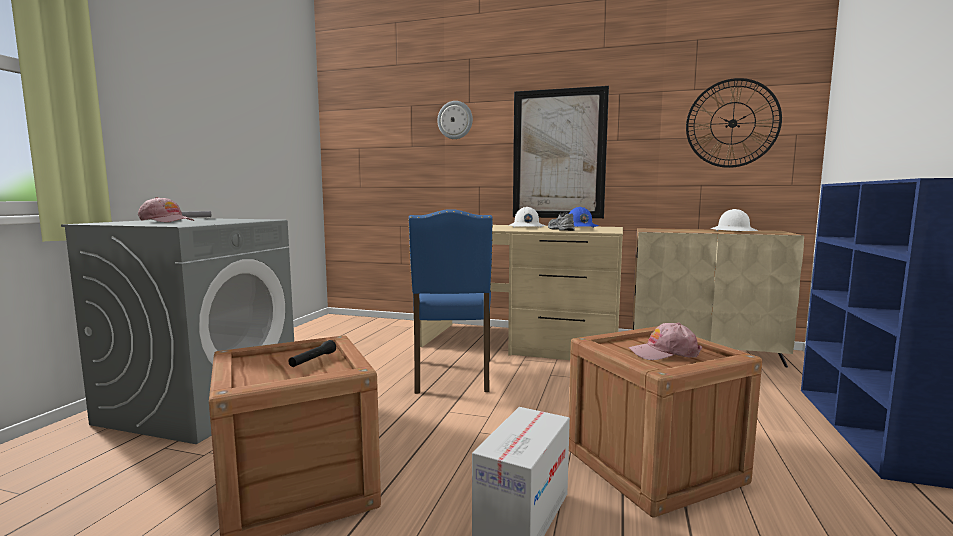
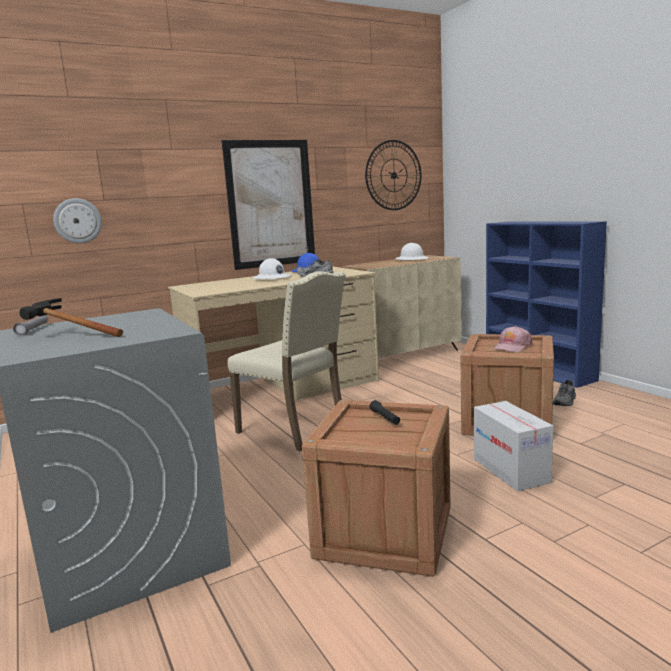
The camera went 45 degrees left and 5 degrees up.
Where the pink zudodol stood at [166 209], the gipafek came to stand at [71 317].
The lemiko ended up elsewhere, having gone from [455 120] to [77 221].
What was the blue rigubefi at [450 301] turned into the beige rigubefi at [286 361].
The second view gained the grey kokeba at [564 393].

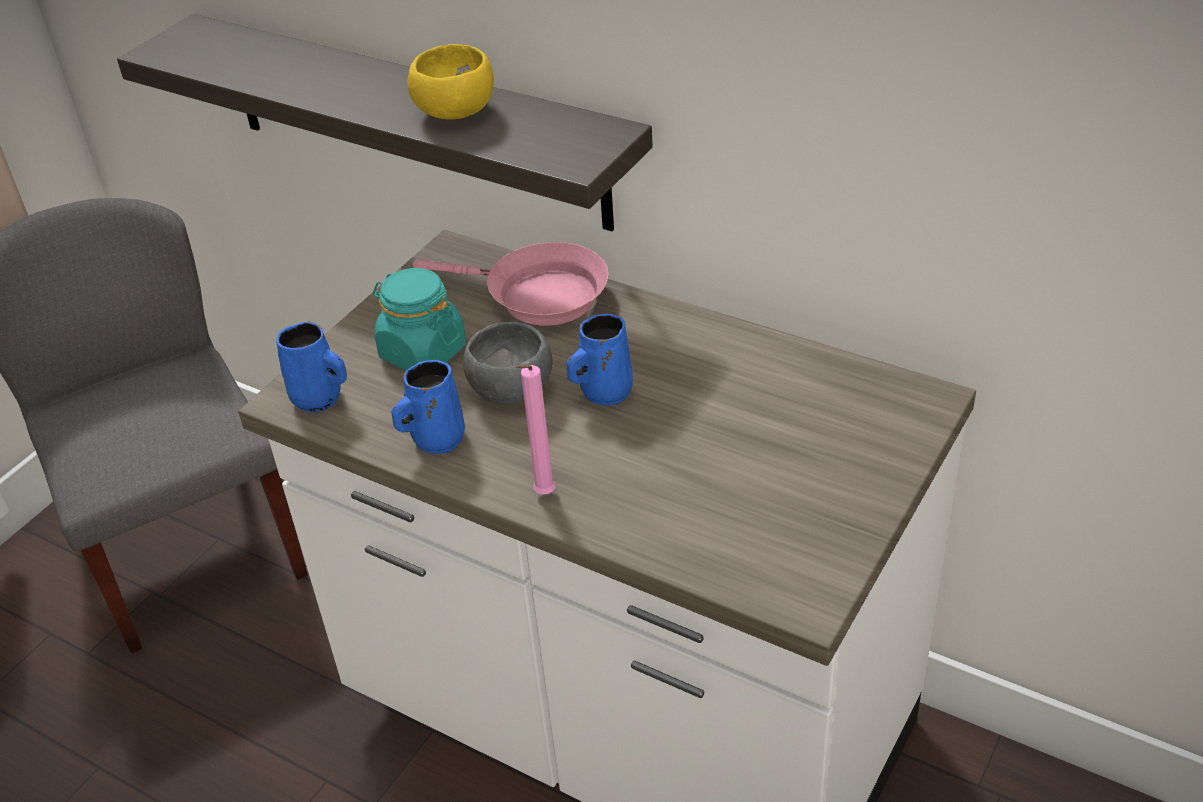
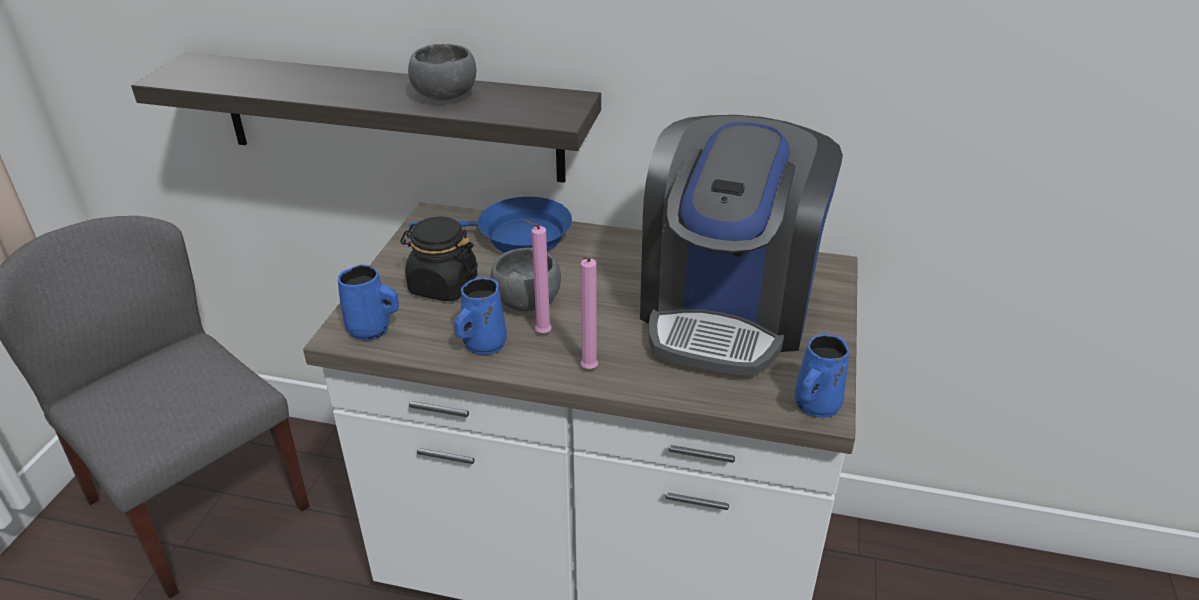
The camera went 20 degrees left and 5 degrees down.
What was the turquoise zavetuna at [419 319] turned into the black zavetuna at [439 259].
What was the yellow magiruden at [451 82] turned into the grey magiruden at [442 72].
What was the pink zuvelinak at [511 284] turned into the blue zuvelinak at [490 225].
The second view gained the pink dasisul at [538 277].
The second view gained the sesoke at [741 245].
The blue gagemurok ended up elsewhere, having gone from [600 360] to [822 376].

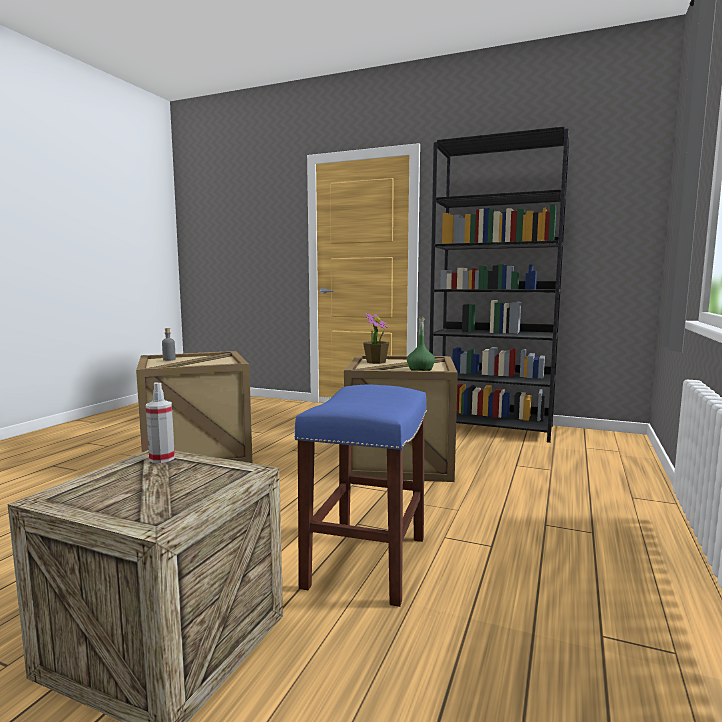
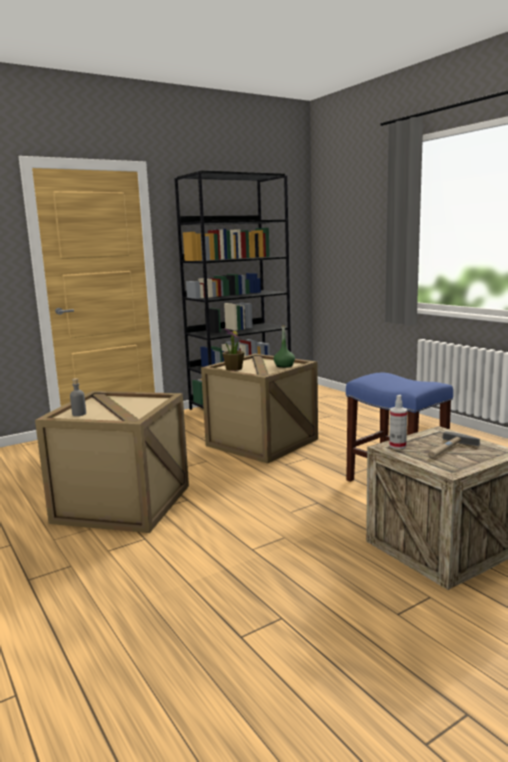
The camera went 55 degrees left and 5 degrees up.
The second view gained the gipafek at [454 444].

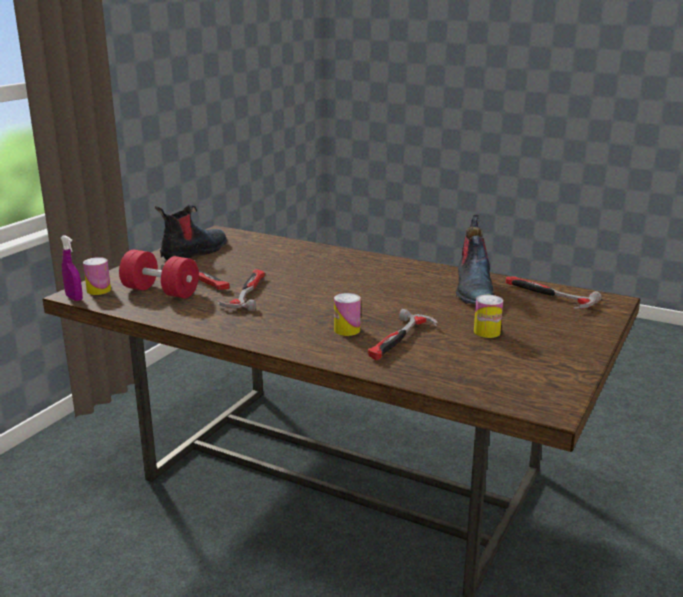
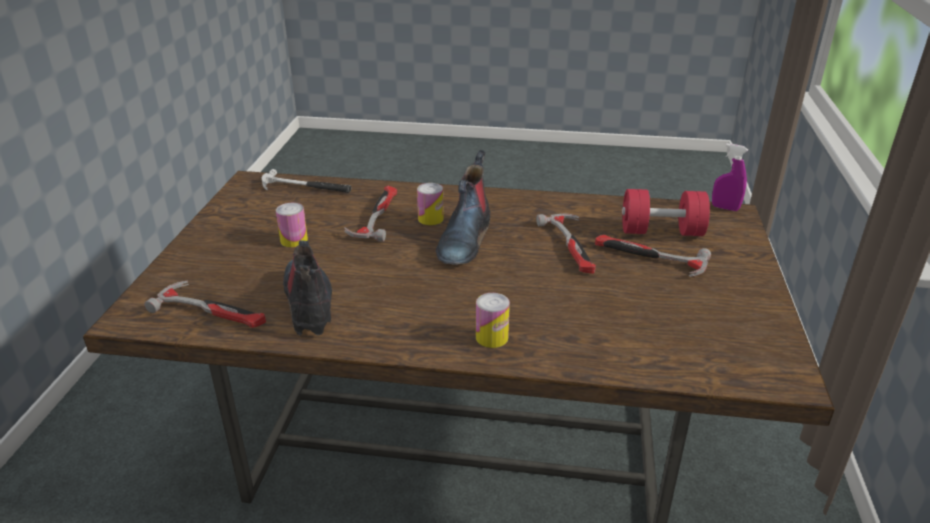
The camera went 160 degrees right and 10 degrees up.
The second view gained the gipafek at [306 181].
The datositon ended up elsewhere, having gone from [191 232] to [463 207].
The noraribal ended up elsewhere, having gone from [97 276] to [493 320].

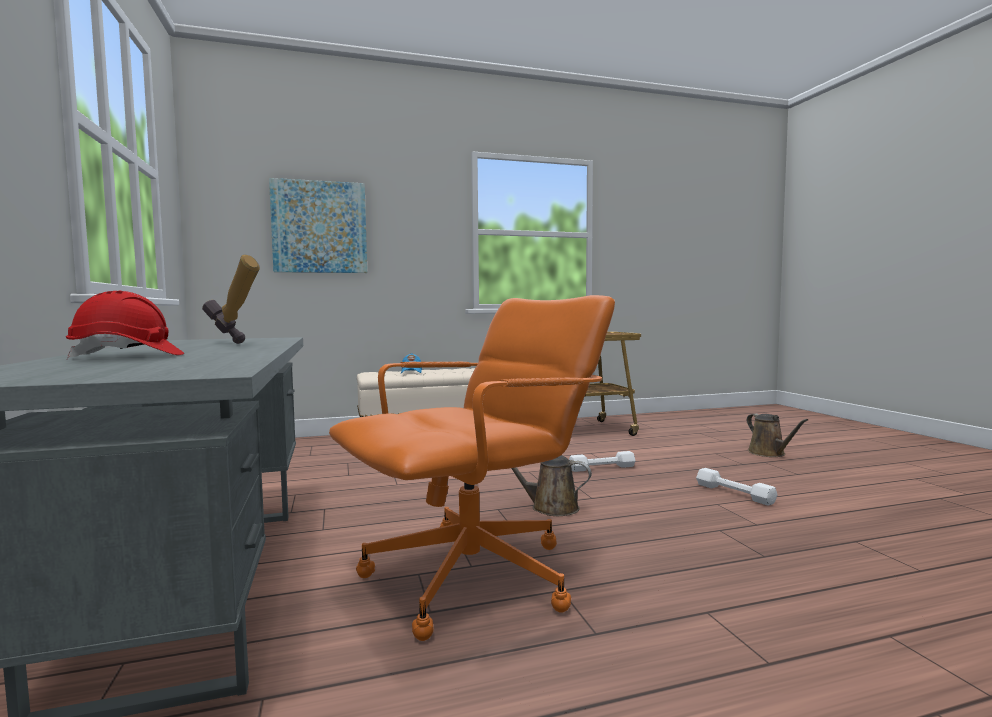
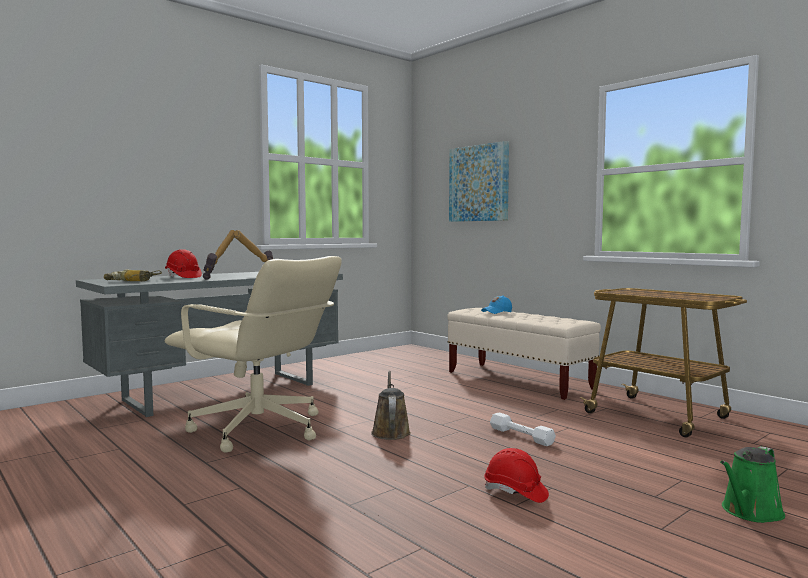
The camera went 65 degrees right and 0 degrees up.
The second view gained the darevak at [133 275].
What was the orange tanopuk at [472 468] turned into the beige tanopuk at [253 354].
The second view gained the gipafek at [219 255].
Where the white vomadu stood at [737 487], the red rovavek came to stand at [516 475].
What was the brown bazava at [777 435] turned into the green bazava at [752 484].

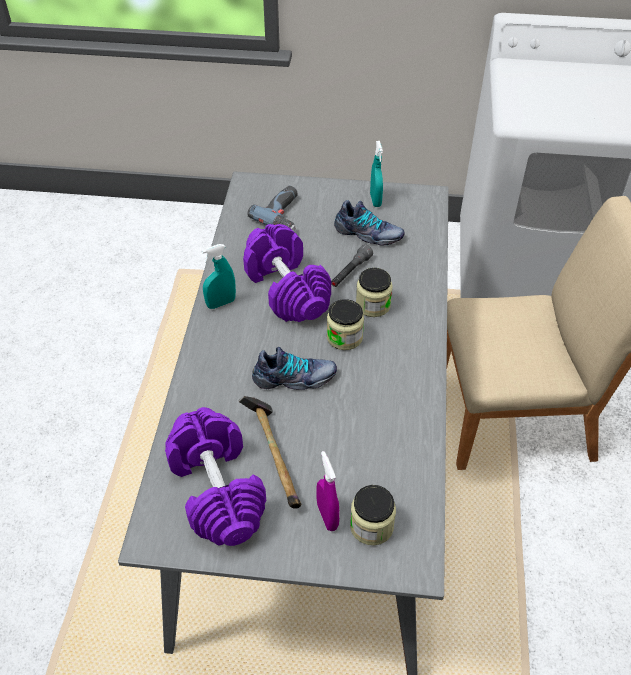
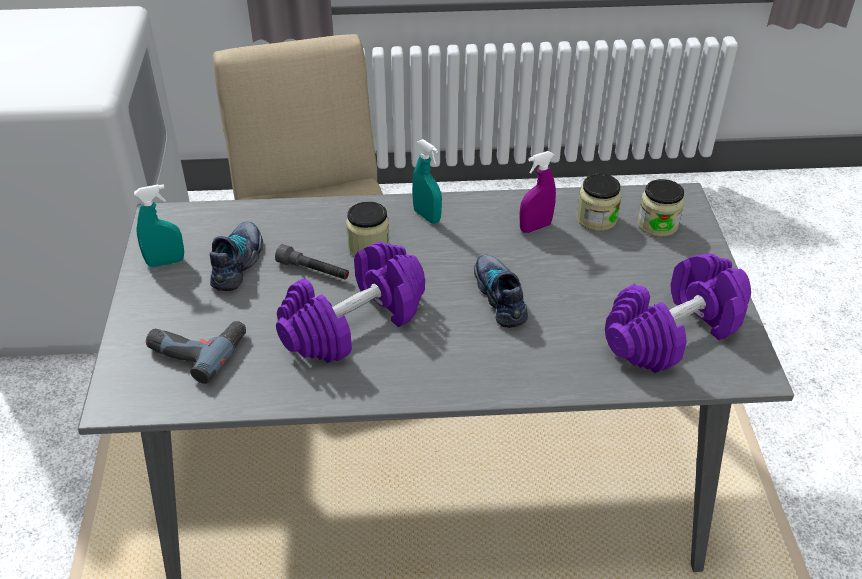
The camera went 100 degrees left and 5 degrees down.
The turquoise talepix ended up elsewhere, having gone from [219 276] to [427 181].
The purple talepix ended up elsewhere, having gone from [328 491] to [537 192].
The zavetuna ended up elsewhere, having gone from [345 324] to [599 202].
The second view lost the gipafek at [270 452].

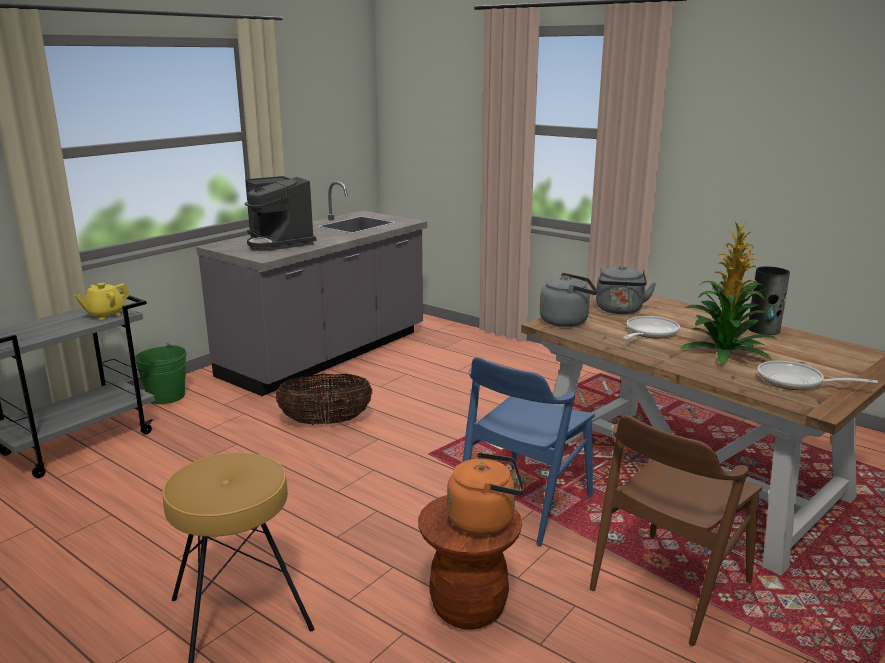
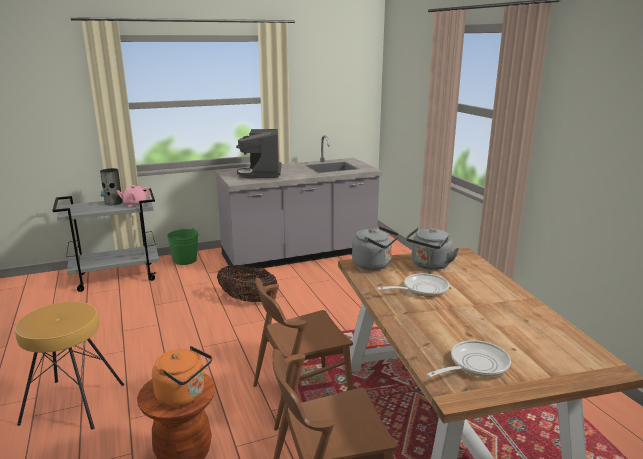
The camera went 30 degrees right and 0 degrees up.
The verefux ended up elsewhere, having gone from [769 301] to [111 186].
What was the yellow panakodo at [102 301] turned into the pink panakodo at [133 196].
What was the blue rigubefi at [529 451] turned into the brown rigubefi at [303 354].
The zuvelinak at [817 375] ended up facing another way, 90 degrees clockwise from before.
The second view lost the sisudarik at [728 292].

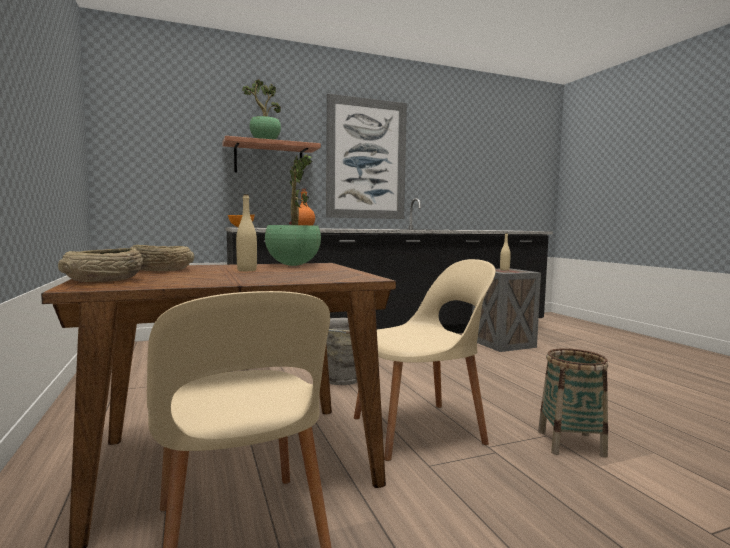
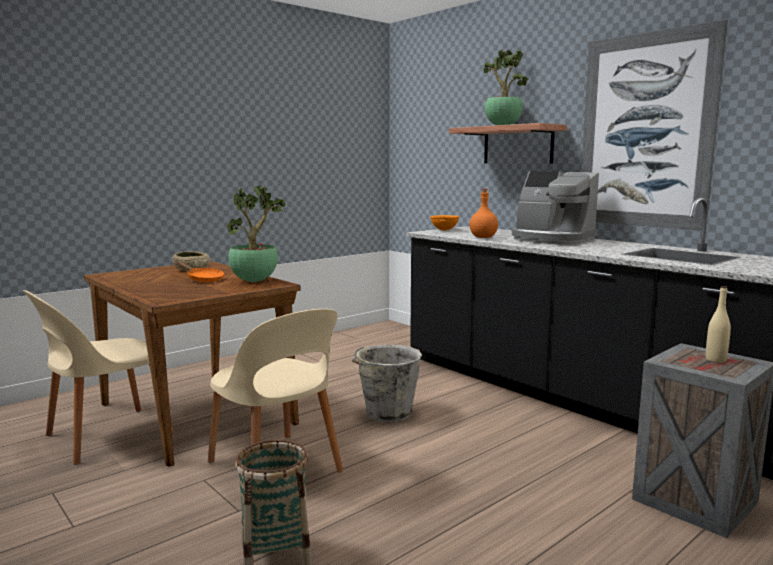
The camera went 70 degrees right and 5 degrees up.
Where the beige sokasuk stood at [246 232], the orange zuvelinak came to stand at [200 272].
The second view gained the sesoke at [555 208].
The second view lost the beige magiruden at [100 265].

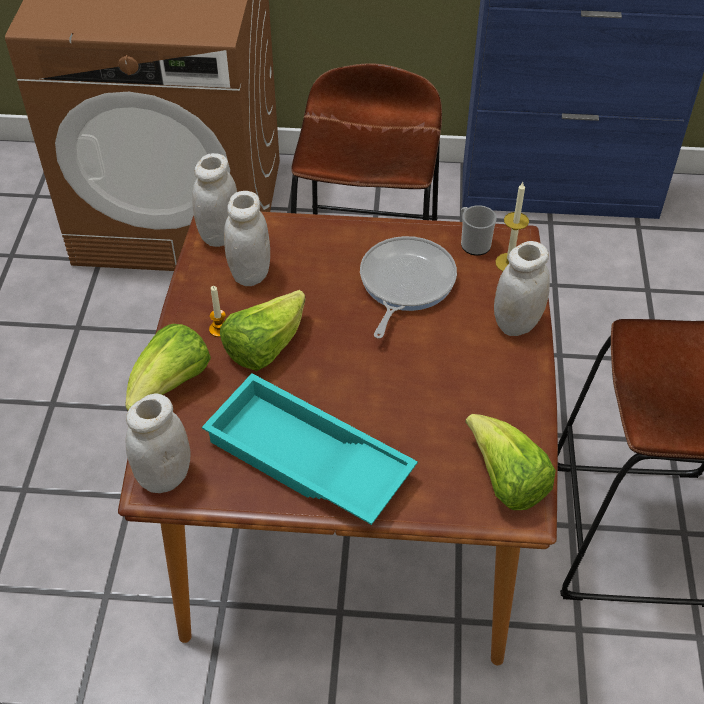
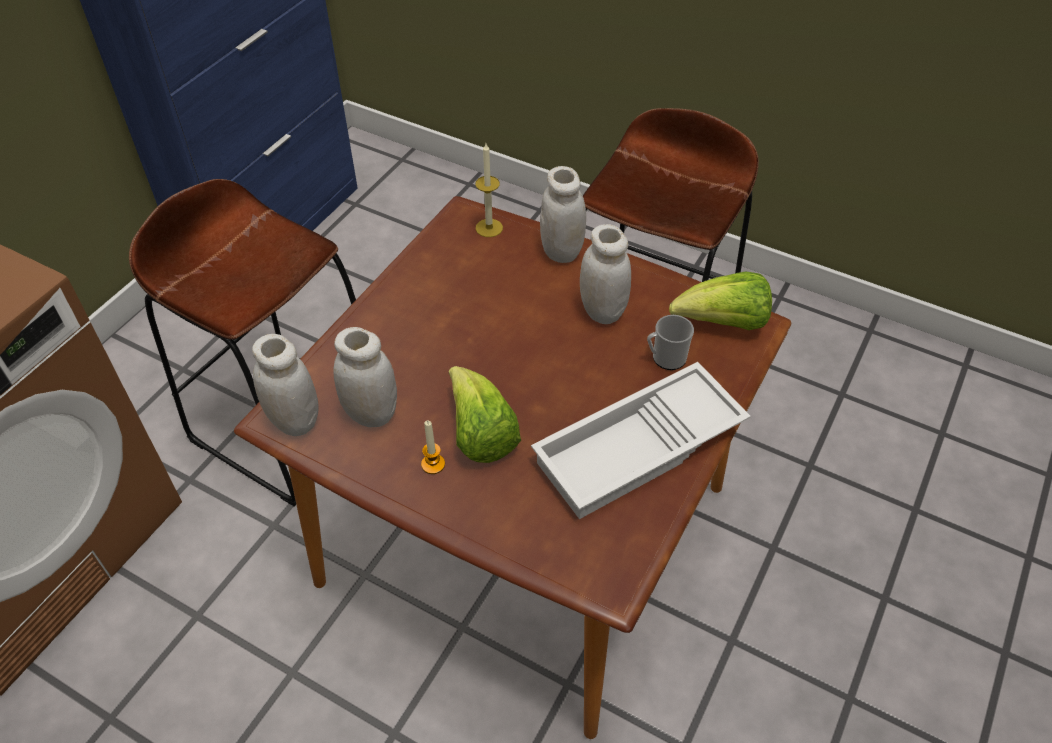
The camera went 65 degrees left and 0 degrees up.
What was the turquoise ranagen at [310 449] turned into the white ranagen at [641 440].
The white zavetuna ended up elsewhere, having gone from [157 443] to [605 274].
The gagemurok ended up elsewhere, having gone from [479 230] to [670 342].
The second view lost the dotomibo at [168 367].
The second view lost the zuvelinak at [408 287].

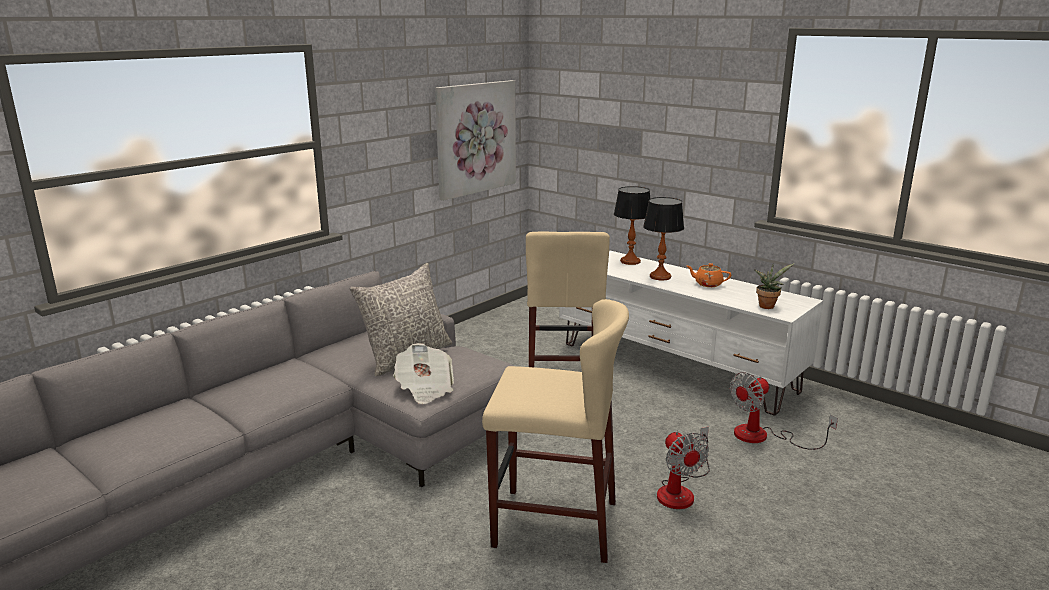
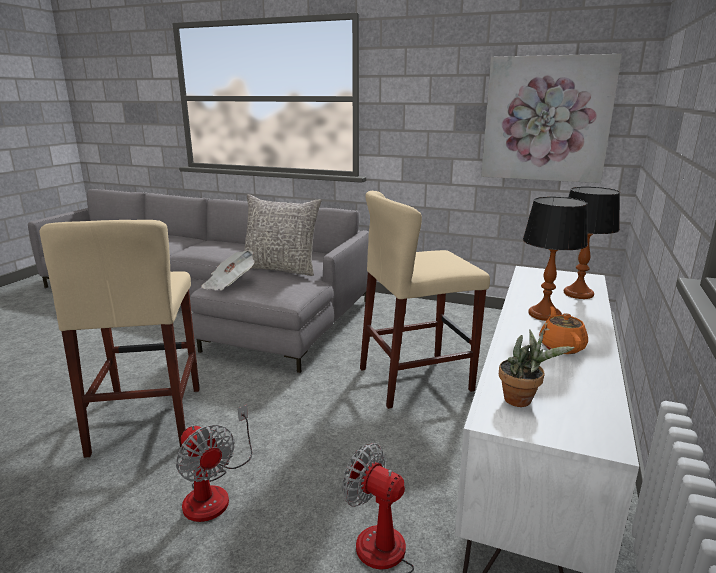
The camera went 70 degrees right and 0 degrees up.
The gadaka at [683 468] ended up facing another way, 90 degrees counterclockwise from before.

